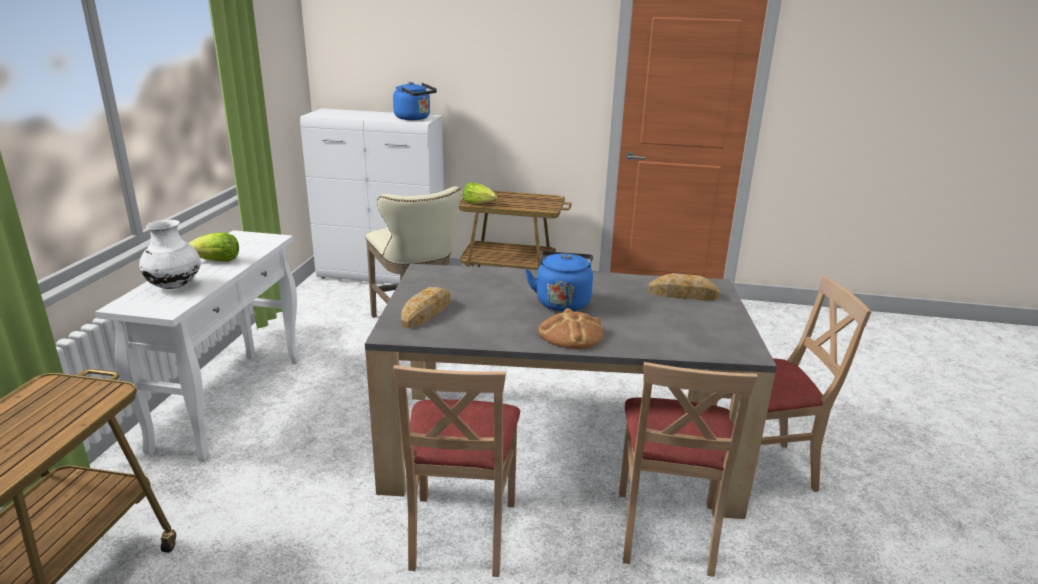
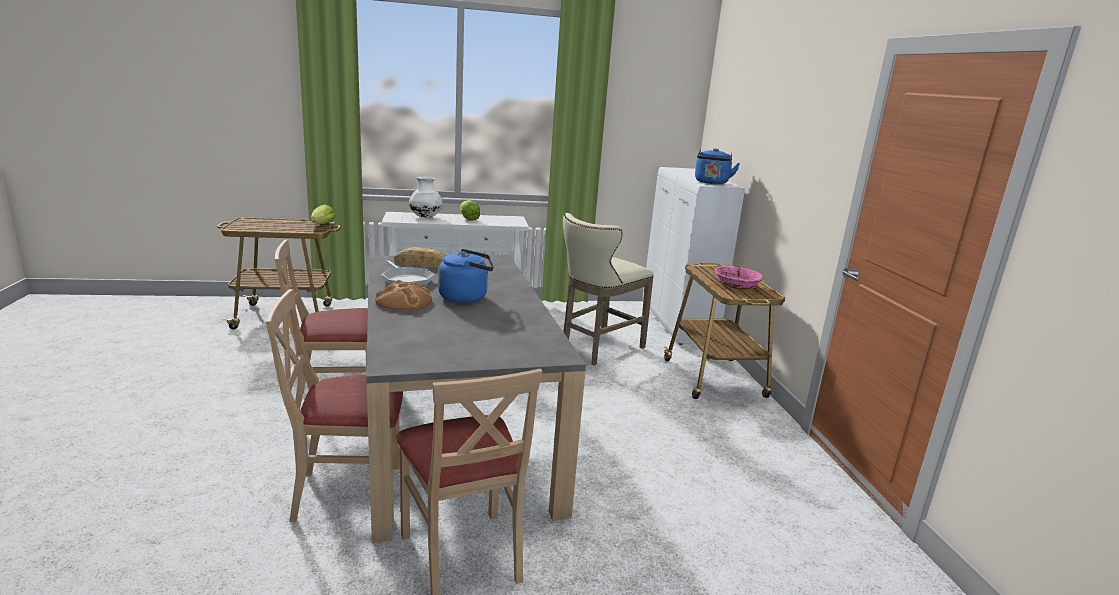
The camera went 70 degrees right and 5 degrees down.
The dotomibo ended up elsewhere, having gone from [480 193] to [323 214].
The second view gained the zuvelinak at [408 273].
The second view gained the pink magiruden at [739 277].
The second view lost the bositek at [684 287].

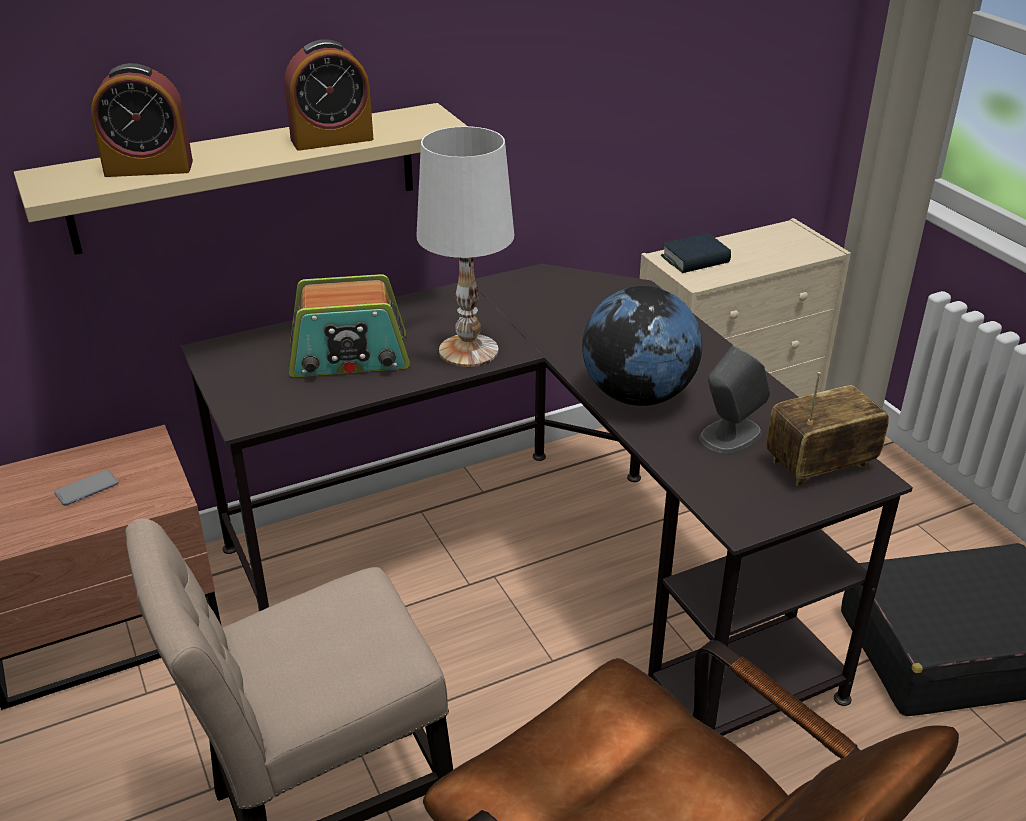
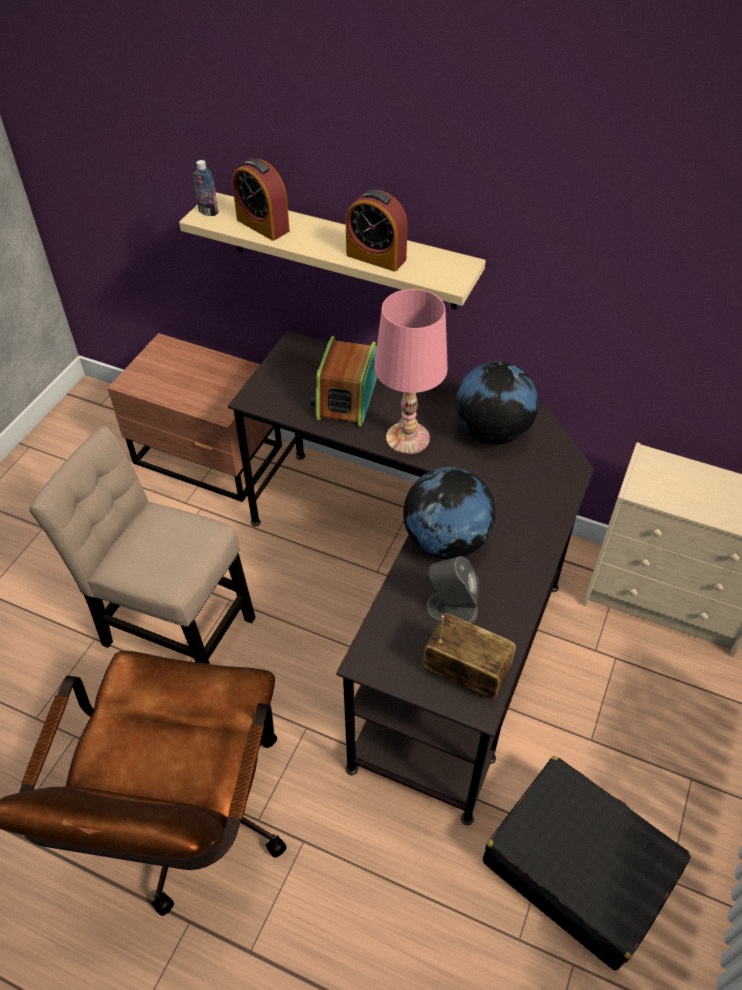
The camera went 50 degrees right and 15 degrees up.
The second view gained the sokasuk at [205 188].
The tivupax at [349 325] ended up facing another way, 60 degrees clockwise from before.
What was the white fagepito at [465 246] turned into the pink fagepito at [411 371].
The second view gained the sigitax at [497 402].
The second view lost the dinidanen at [86 488].
The second view lost the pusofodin at [696 253].

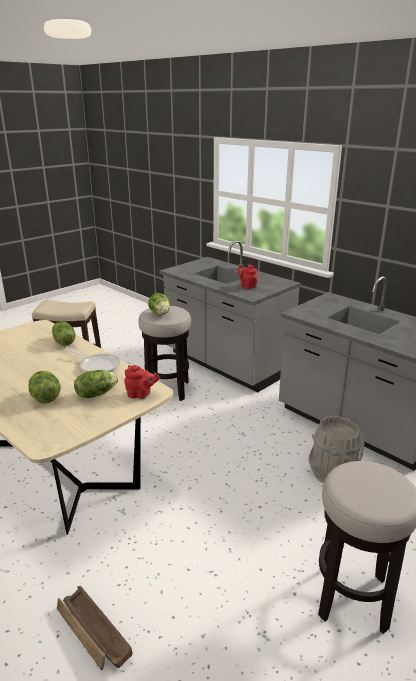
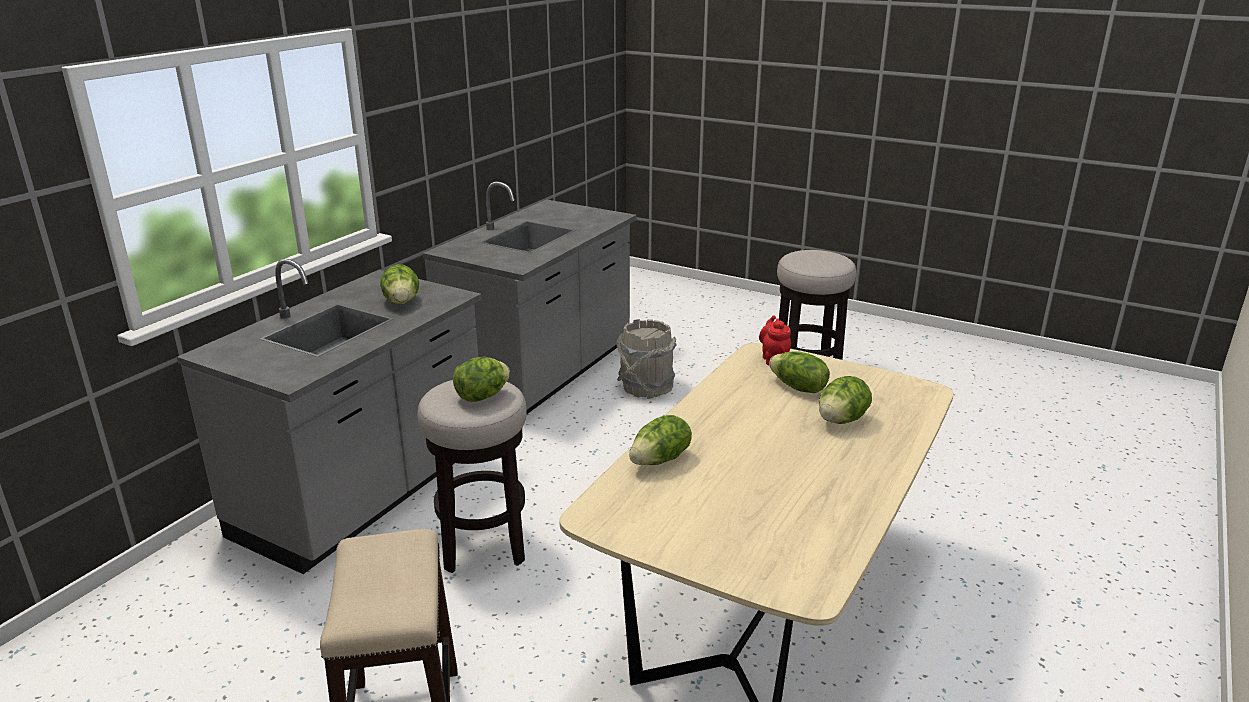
The camera went 105 degrees left and 0 degrees up.
Where the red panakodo stood at [247 277], the dotomibo came to stand at [399 284].
The second view lost the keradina at [95 628].
The second view lost the zuvelinak at [93 359].

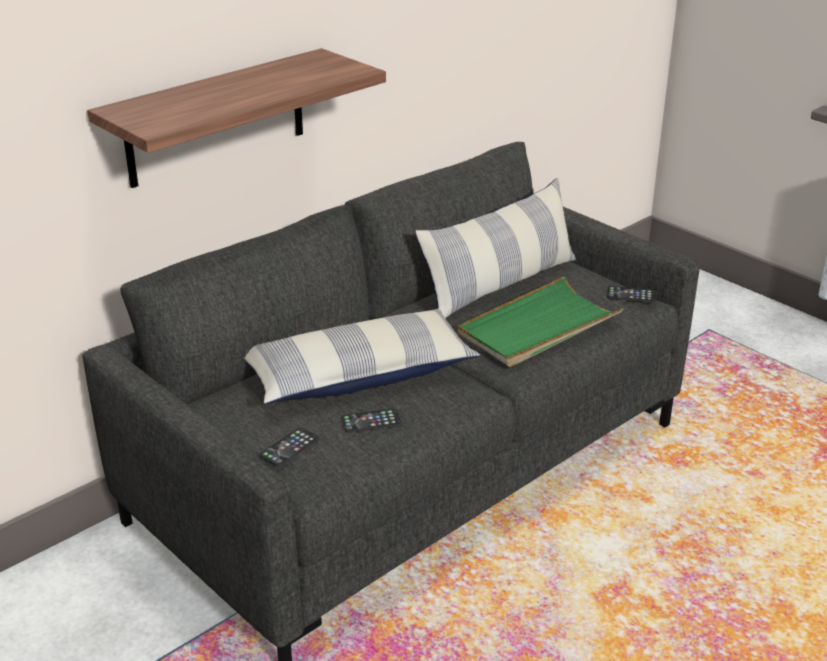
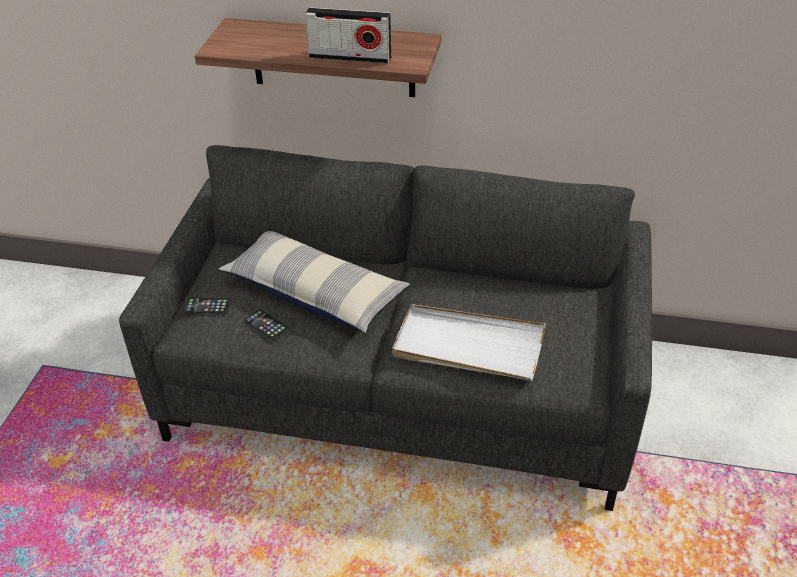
The camera went 55 degrees right and 10 degrees up.
The second view gained the tivupax at [348 35].
What was the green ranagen at [541 321] turned into the white ranagen at [469 342].
The second view lost the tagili at [495 248].
The second view lost the dinidanen at [631 294].

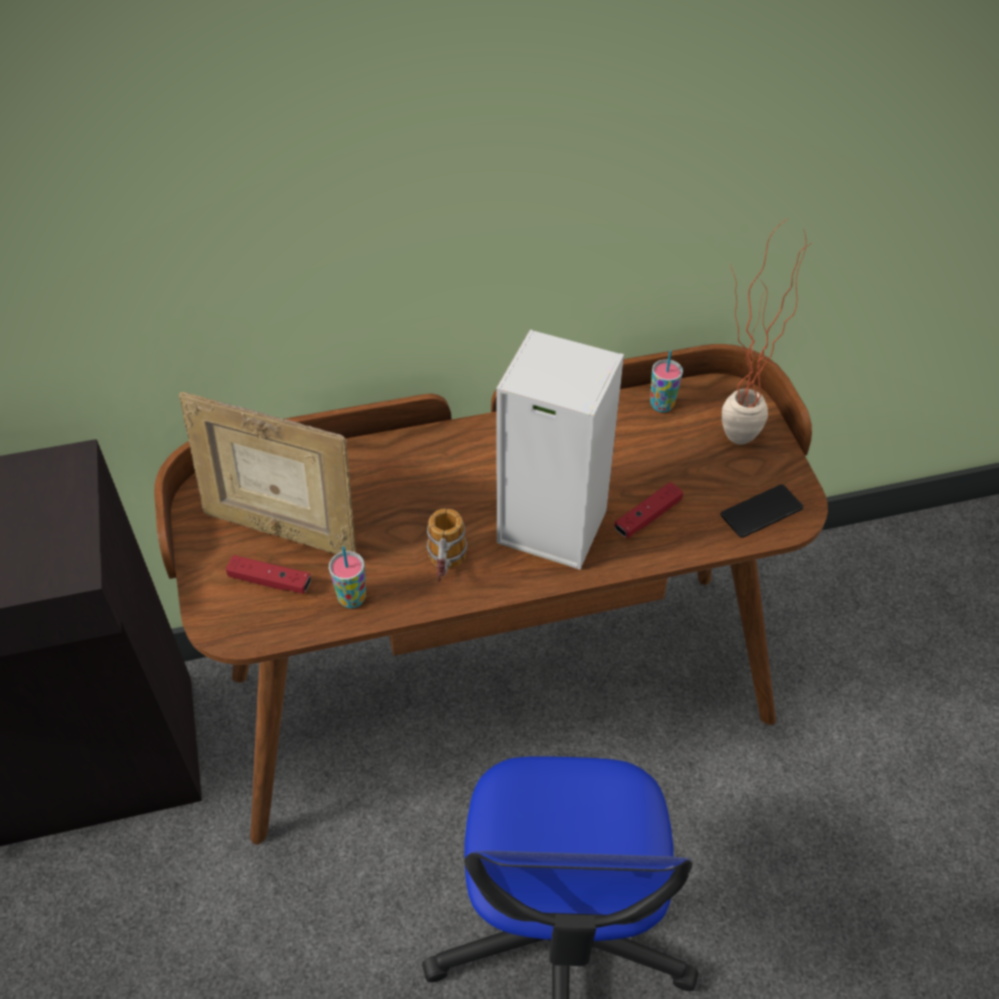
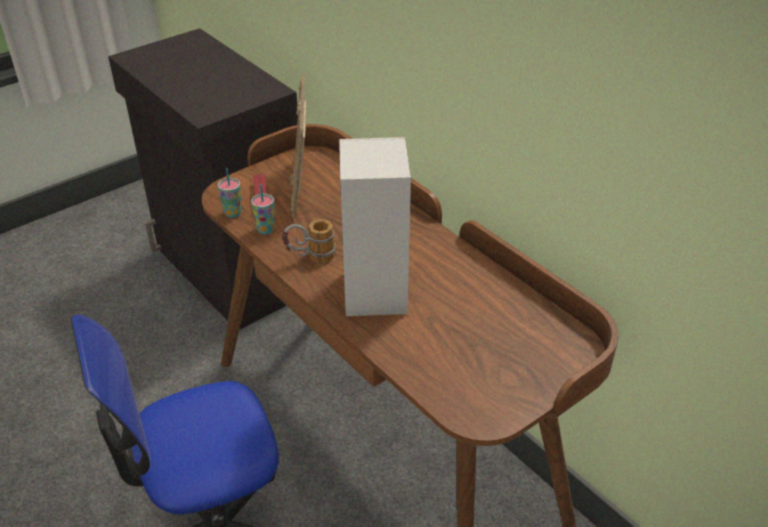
The camera went 65 degrees right and 10 degrees down.
The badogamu ended up elsewhere, having gone from [666 381] to [230 193].
The second view lost the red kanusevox at [648 510].
The second view lost the dinidanen at [762 511].
The second view lost the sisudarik at [766 332].

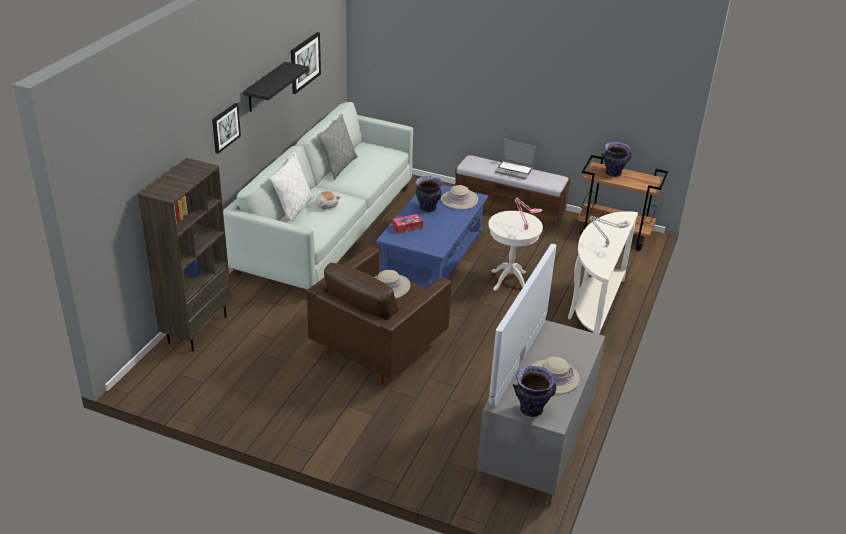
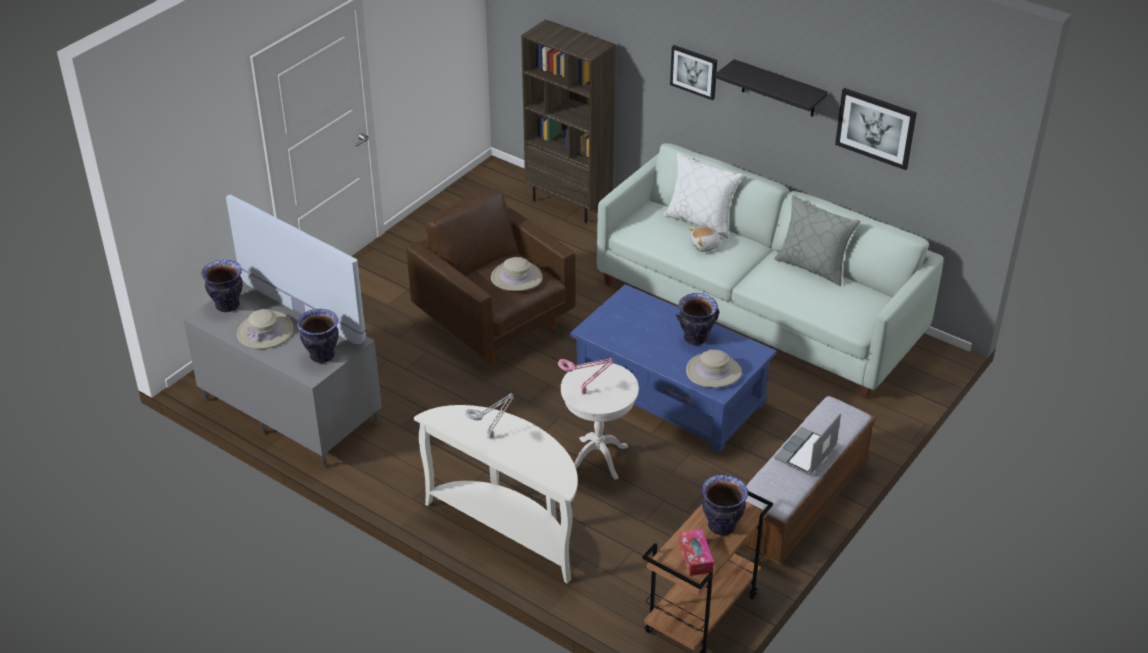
The camera went 105 degrees right and 5 degrees up.
The second view gained the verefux at [318 336].
The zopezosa ended up elsewhere, having gone from [407 224] to [696 552].

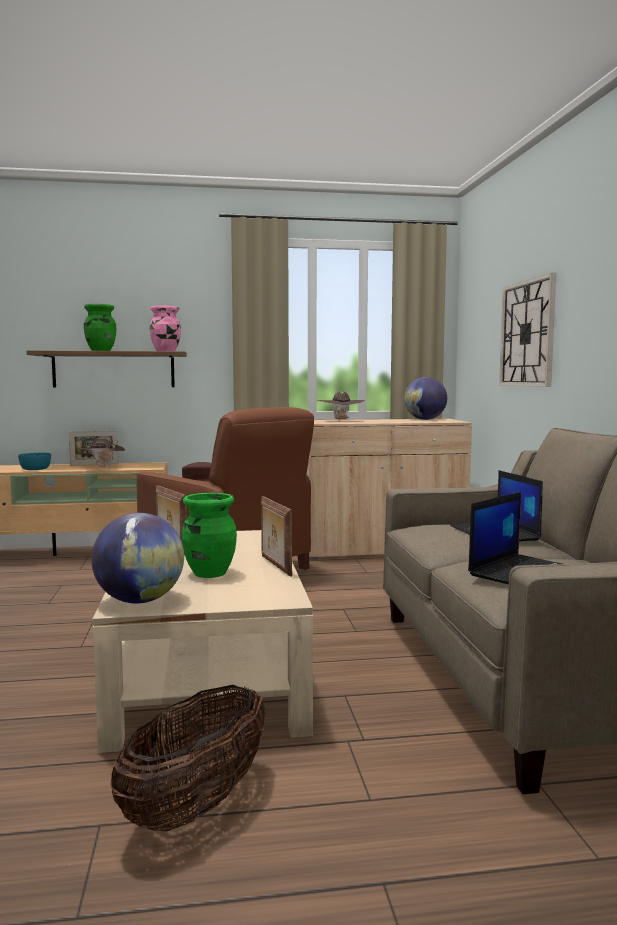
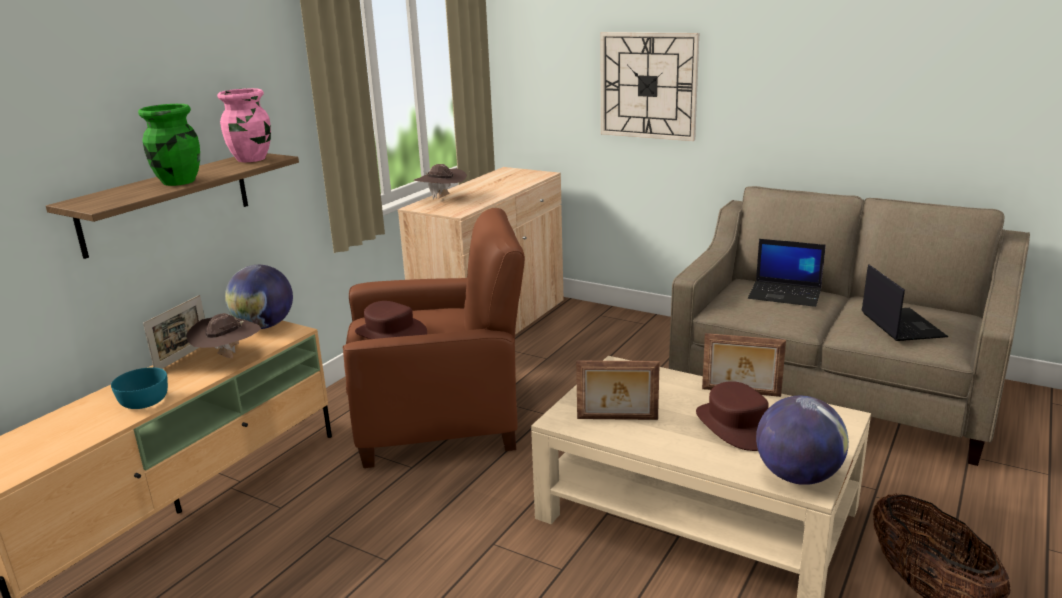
The camera went 50 degrees left and 15 degrees up.
The sigitax ended up elsewhere, having gone from [425 398] to [259 297].
Where the green verefux stood at [209 535], the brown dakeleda came to stand at [732 416].

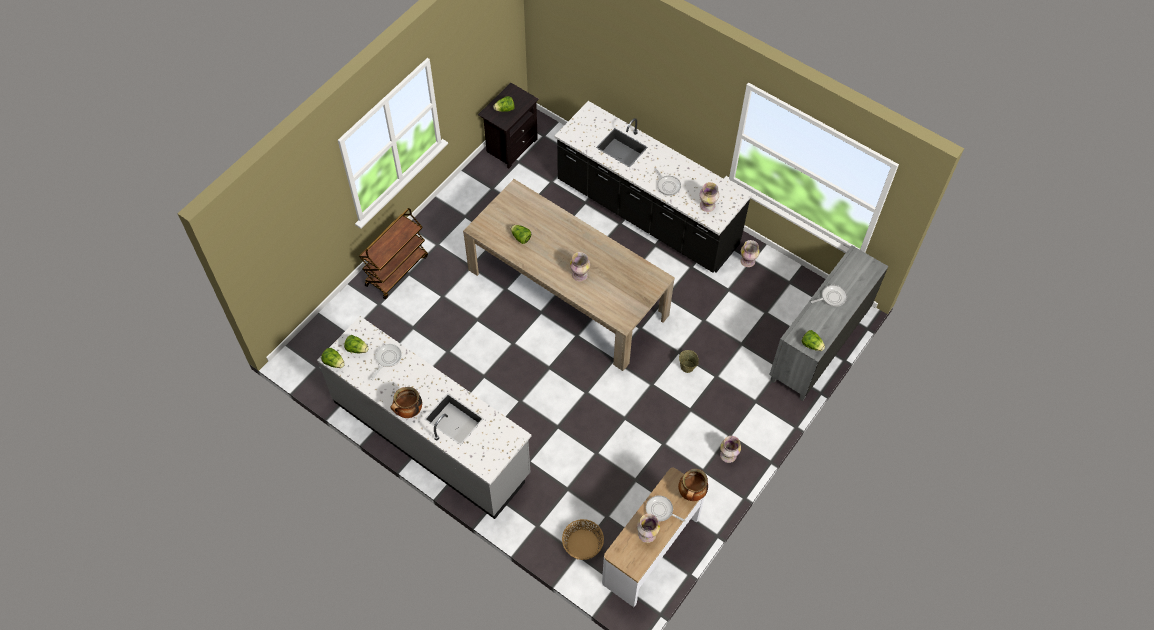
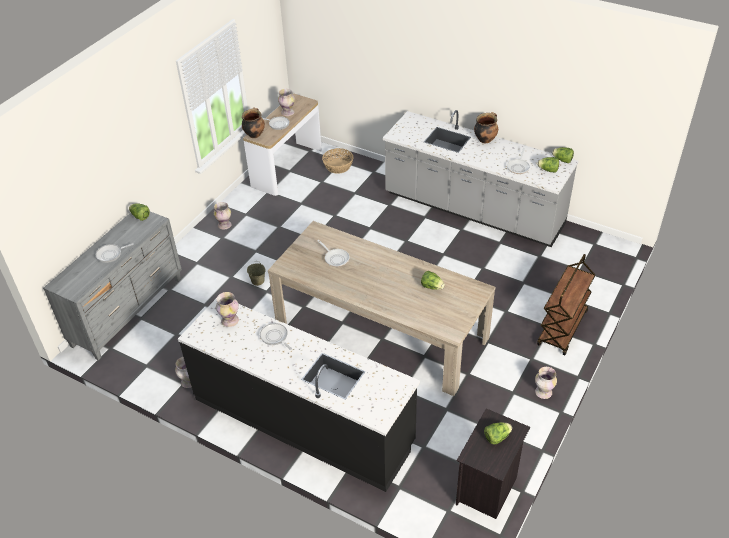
The camera went 175 degrees right and 15 degrees down.
The second view gained the zuvelinak at [333 253].
The verefux ended up elsewhere, having gone from [580 267] to [546 383].

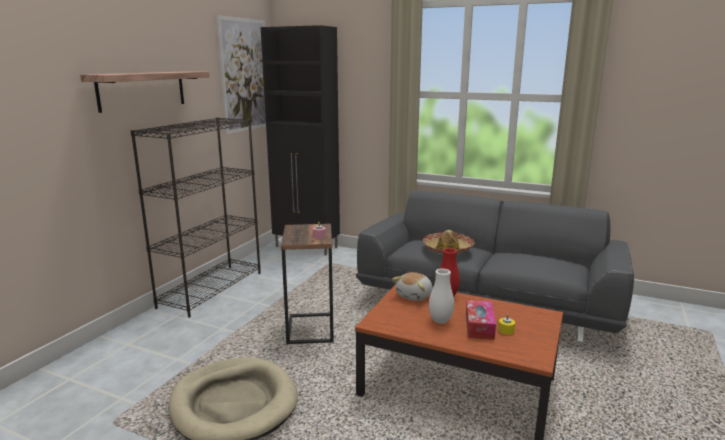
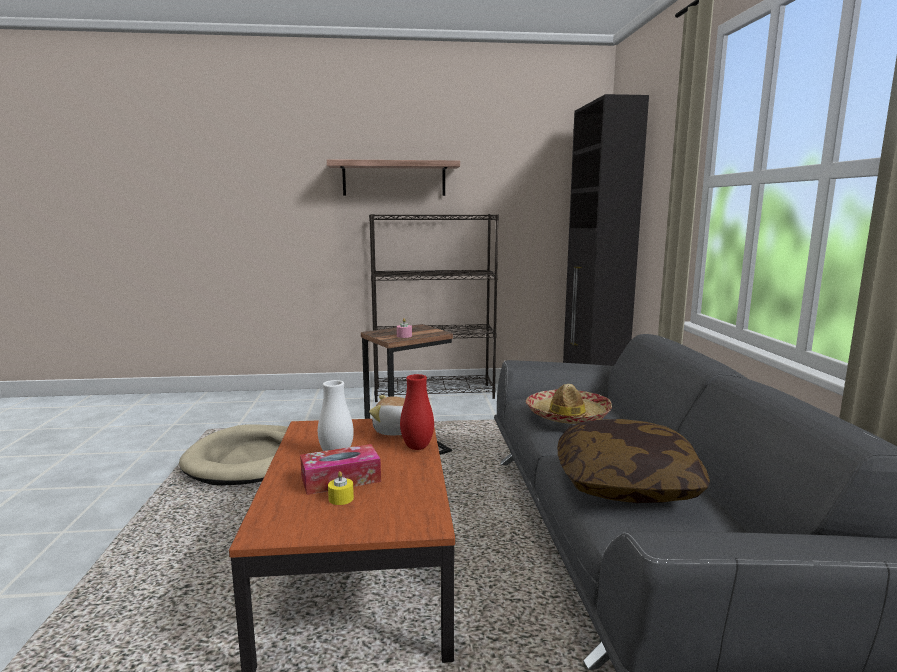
The camera went 60 degrees right and 5 degrees down.
The second view gained the tagili at [634 461].
The second view lost the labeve at [241 74].

